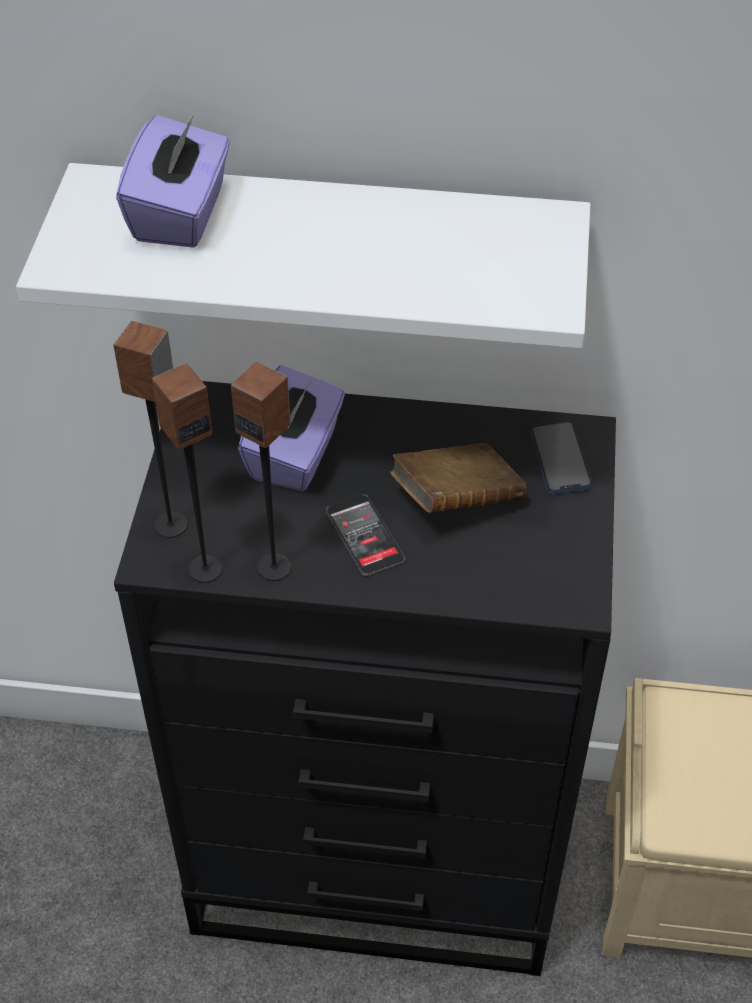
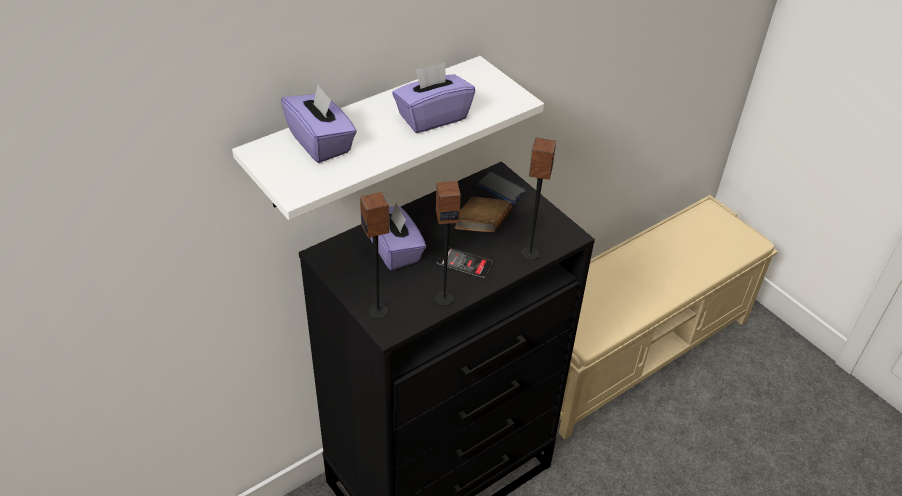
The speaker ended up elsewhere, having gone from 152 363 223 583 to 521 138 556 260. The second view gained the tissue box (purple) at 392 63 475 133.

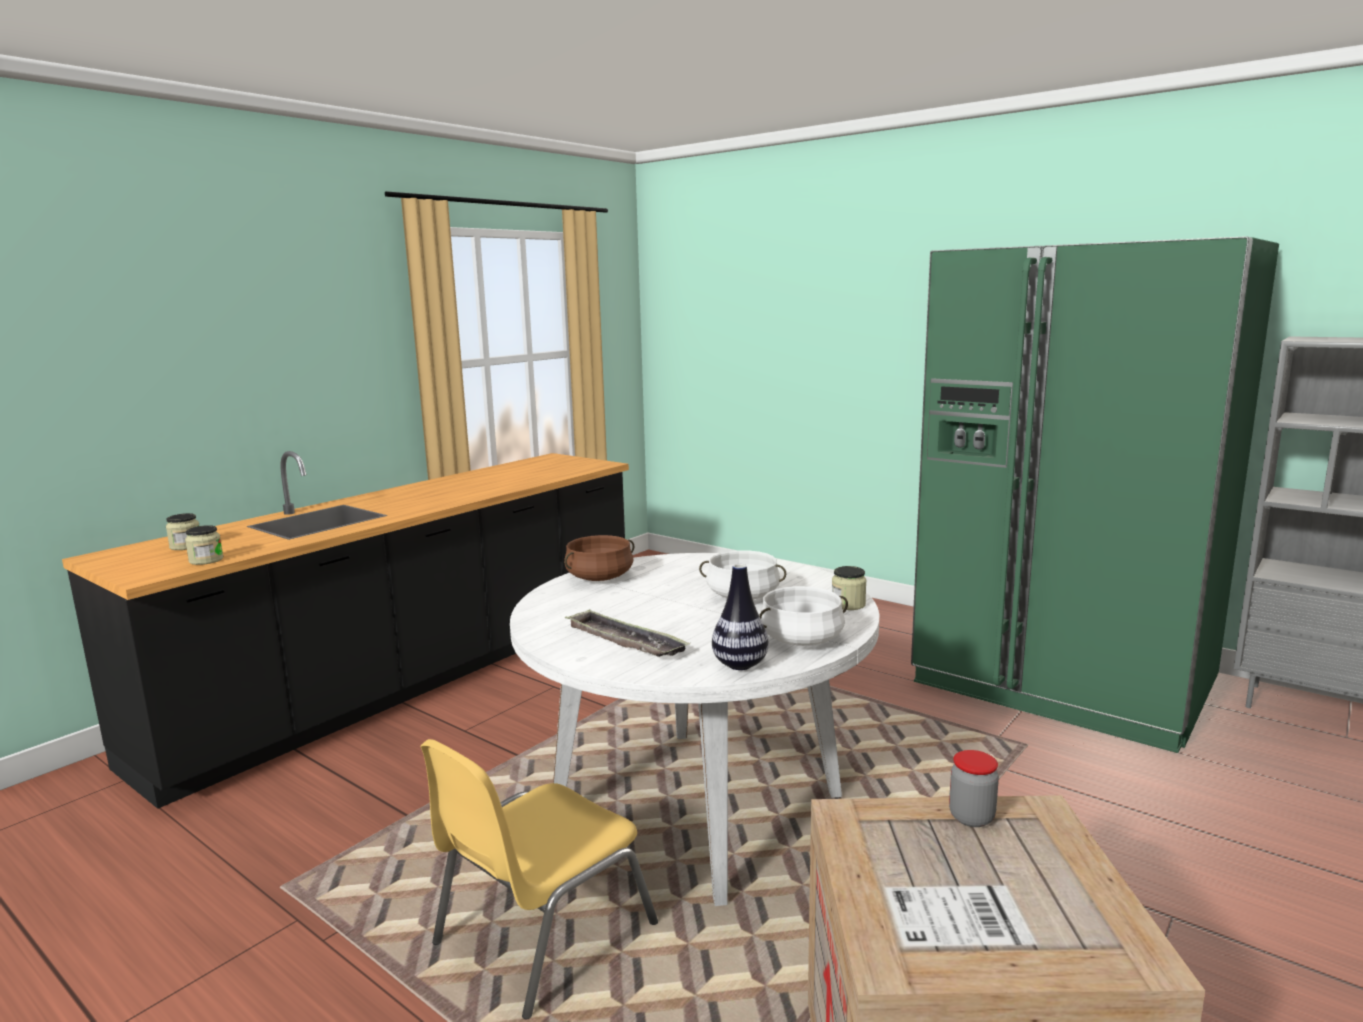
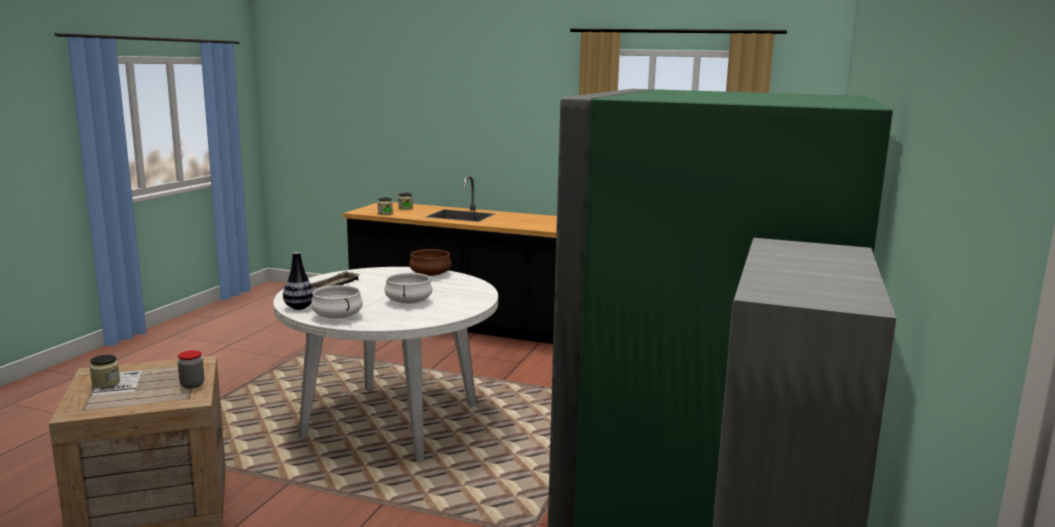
The jar ended up elsewhere, having gone from 832 566 867 610 to 90 355 120 388. The second view lost the chair (yellow) at 421 739 658 1020.

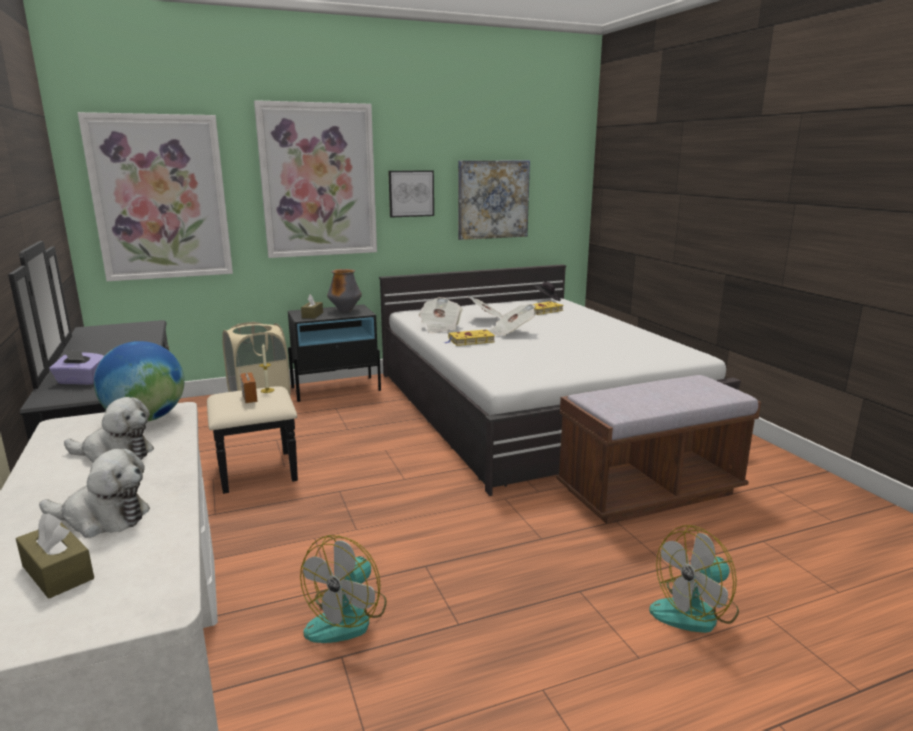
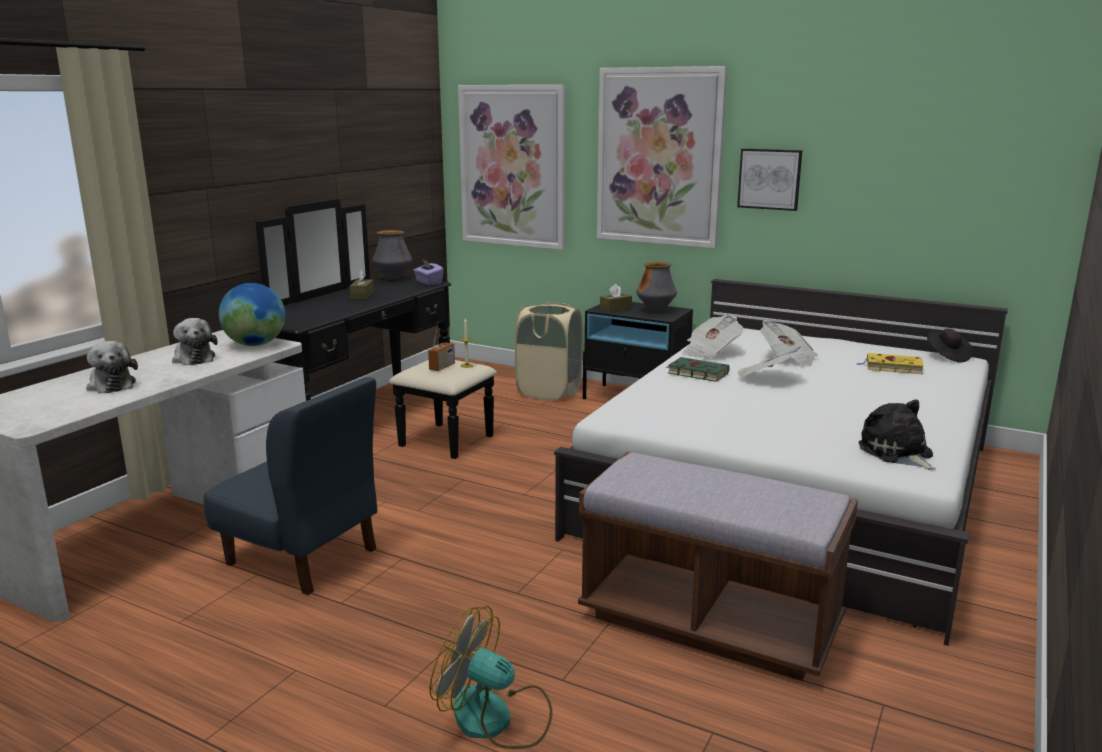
The second view lost the picture at 458 160 530 240. What was the book (yellow) at 444 330 495 346 turned into the book (green) at 666 357 729 382. The tissue box (purple) ended up elsewhere, having gone from 49 350 104 385 to 413 259 444 285. The tissue box (brown) ended up elsewhere, having gone from 16 513 94 599 to 349 270 374 299. Where the fan stood at 300 535 387 643, the chair (blue) came to stand at 204 377 377 595. The second view gained the vase at 372 230 412 280. The second view gained the plush toy at 858 400 936 471.

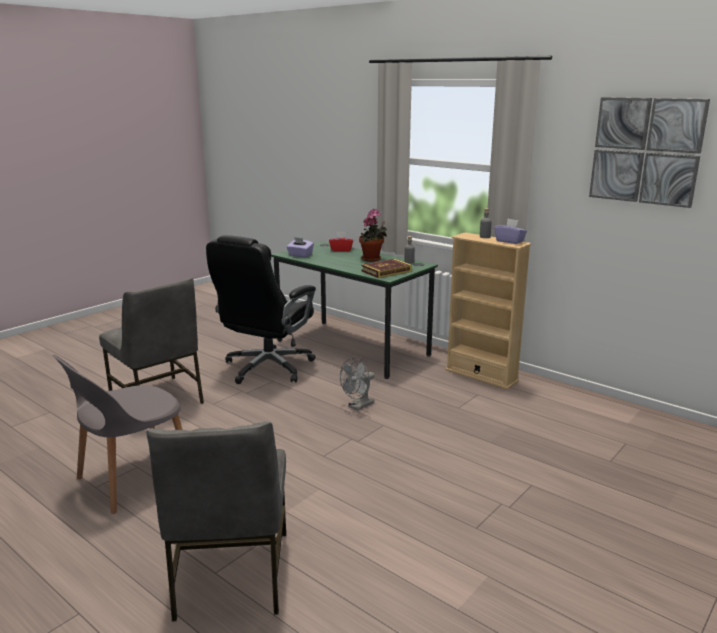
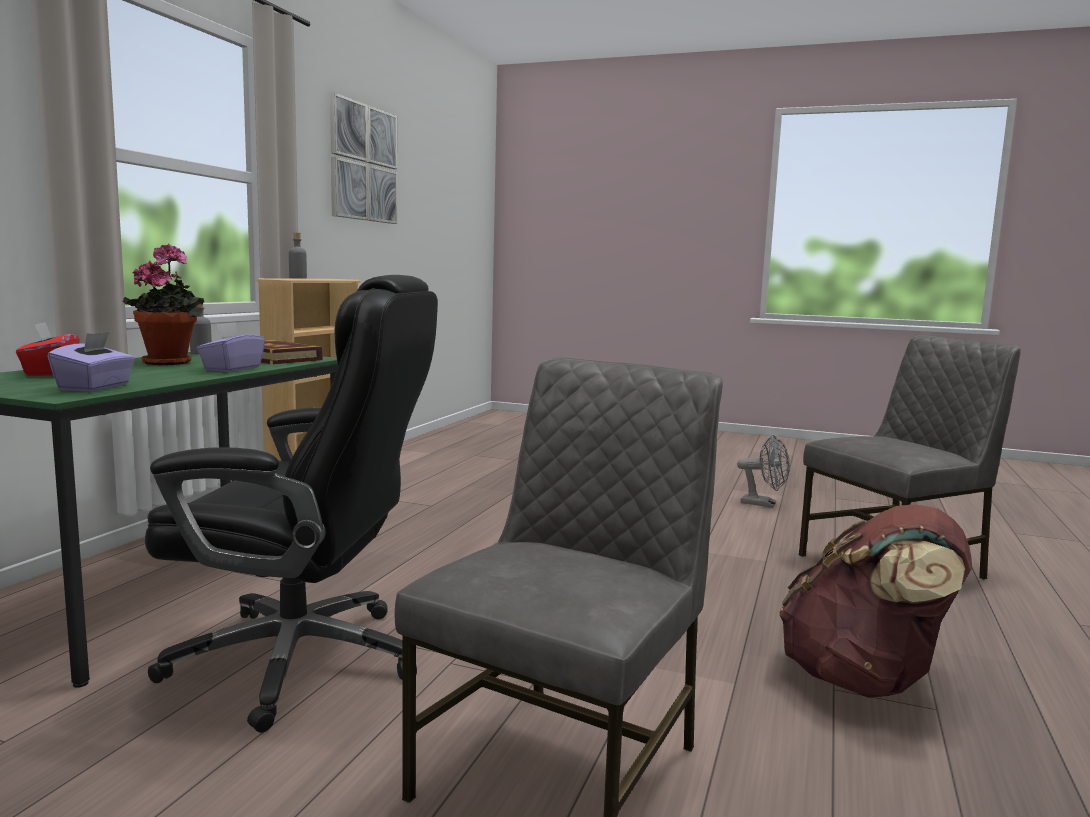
The tissue box (purple) ended up elsewhere, having gone from 494 219 527 244 to 197 322 265 372. Where the chair (grey) stood at 52 354 183 514, the backpack (brown) came to stand at 779 504 972 698. The fan (grey) ended up elsewhere, having gone from 340 358 375 411 to 737 435 790 508.

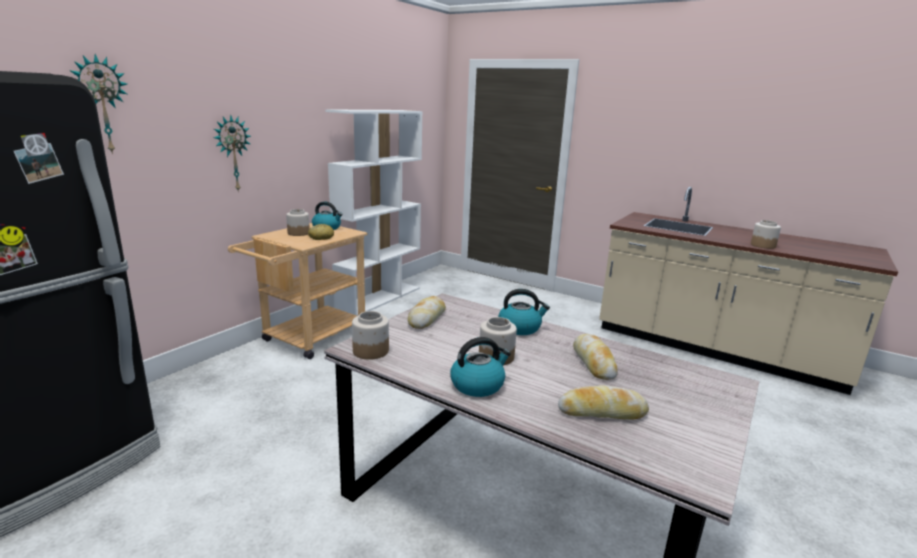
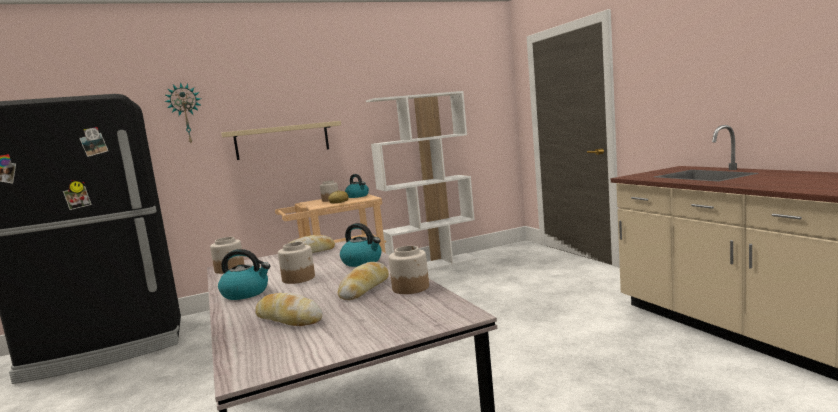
Where the wall clock hung at 214 115 251 192, the shelf (beige) came to hang at 221 121 341 160. The jar ended up elsewhere, having gone from 751 220 781 249 to 389 246 429 294.

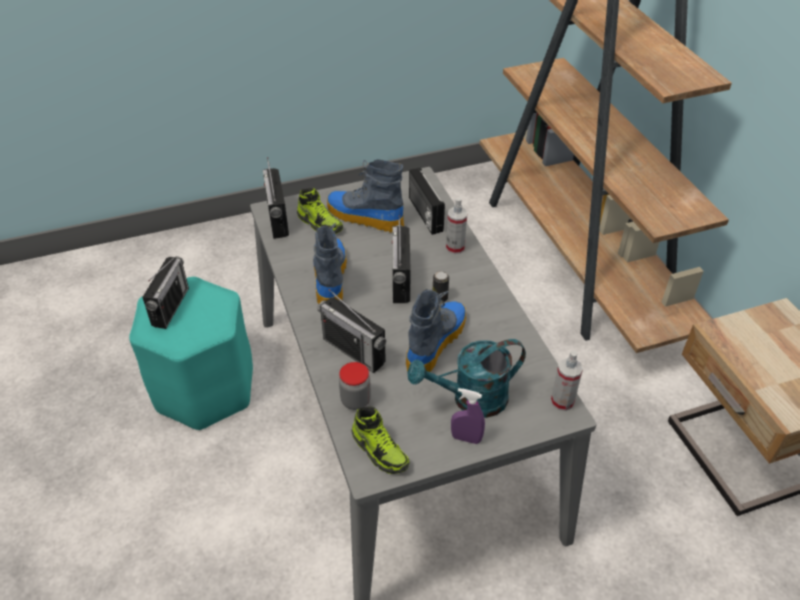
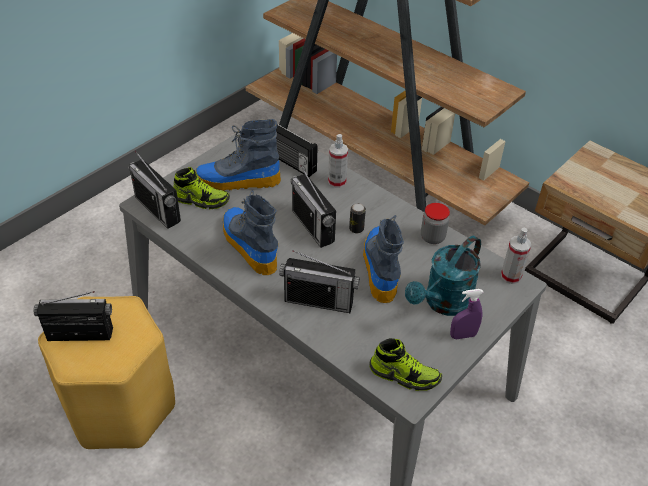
The radio at 142 256 189 329 ended up facing another way, 75 degrees counterclockwise from before. What was the stool (turquoise) at 129 277 253 430 turned into the stool (yellow) at 38 296 175 449. The jar ended up elsewhere, having gone from 339 362 371 410 to 421 203 450 244.

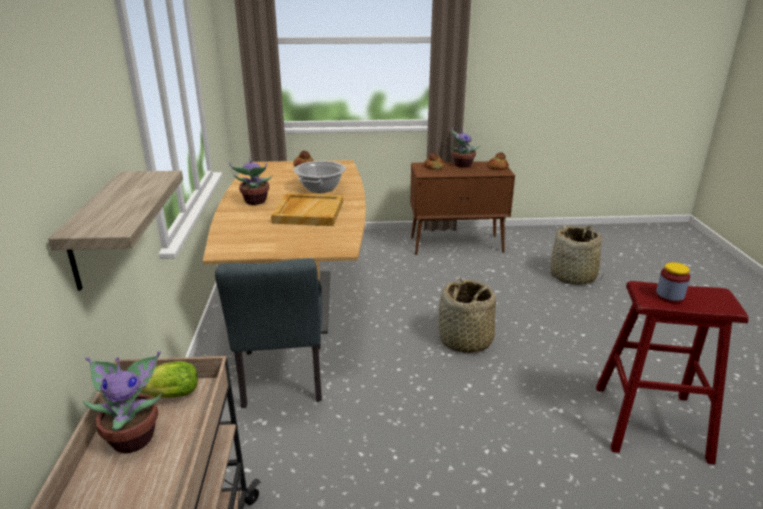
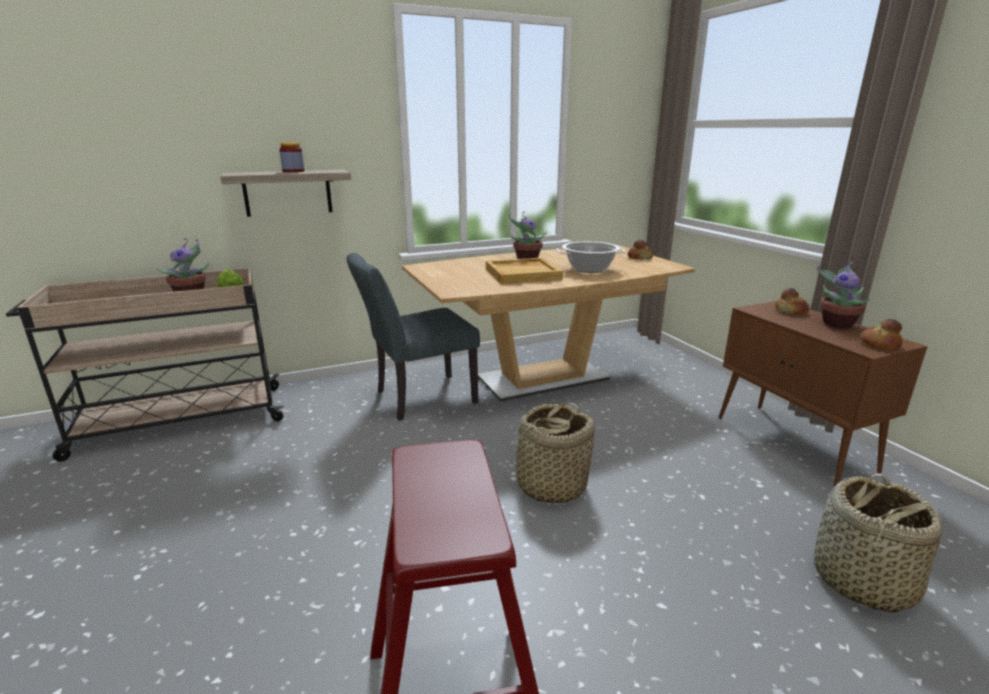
The jar ended up elsewhere, having gone from 656 262 690 303 to 279 143 305 172.

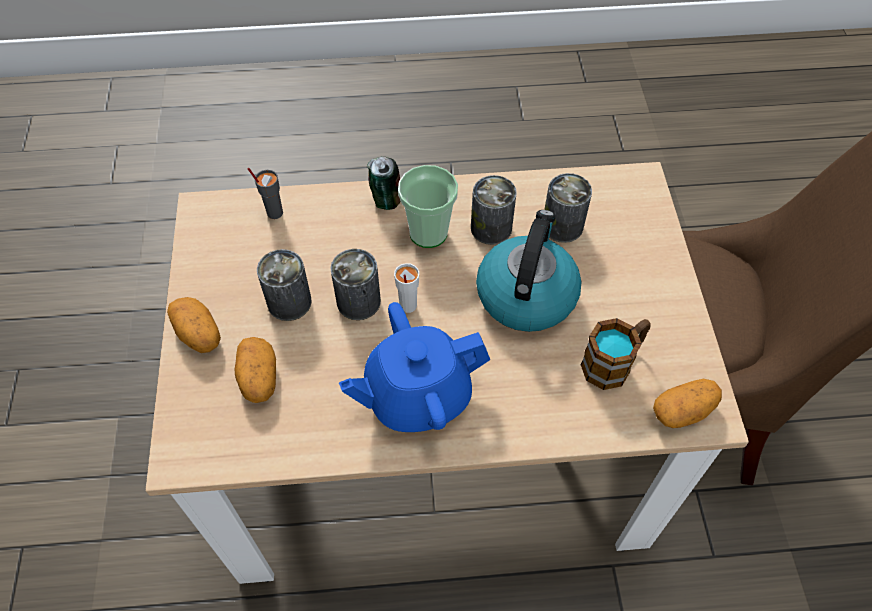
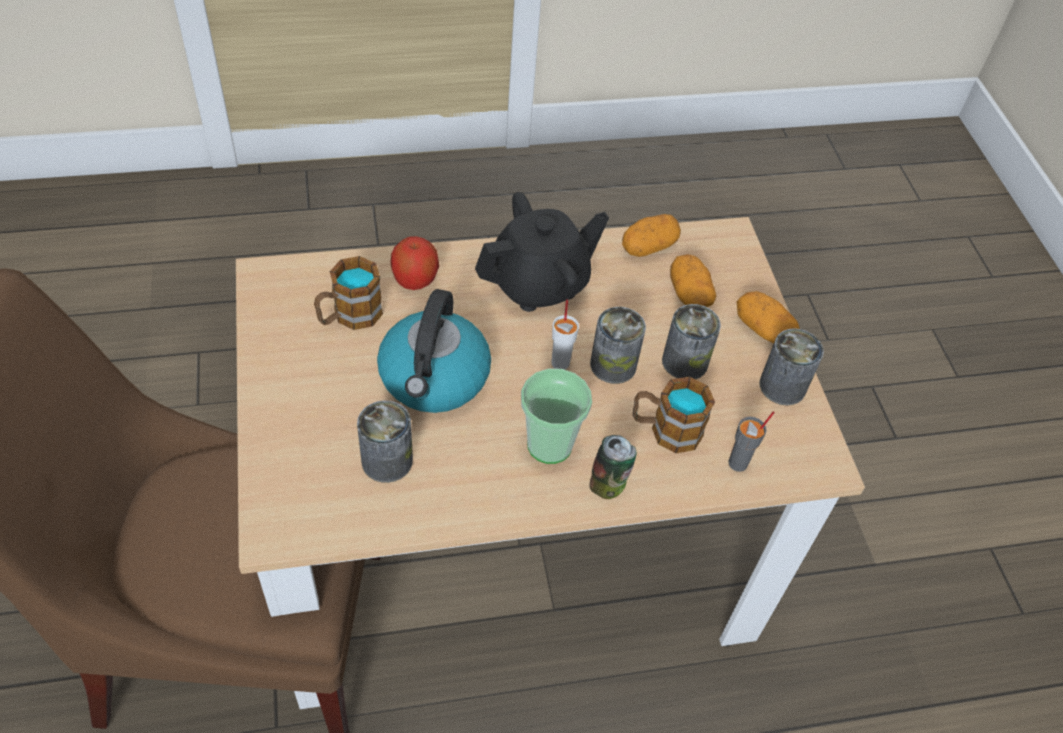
The can ended up elsewhere, having gone from 471 175 517 245 to 759 328 824 405. What was the teapot (blue) at 339 302 490 432 turned into the teapot (black) at 475 192 609 312. The potato ended up elsewhere, having gone from 653 379 722 428 to 622 214 681 257. The second view gained the apple at 390 236 439 290. The second view gained the mug at 633 376 715 453.

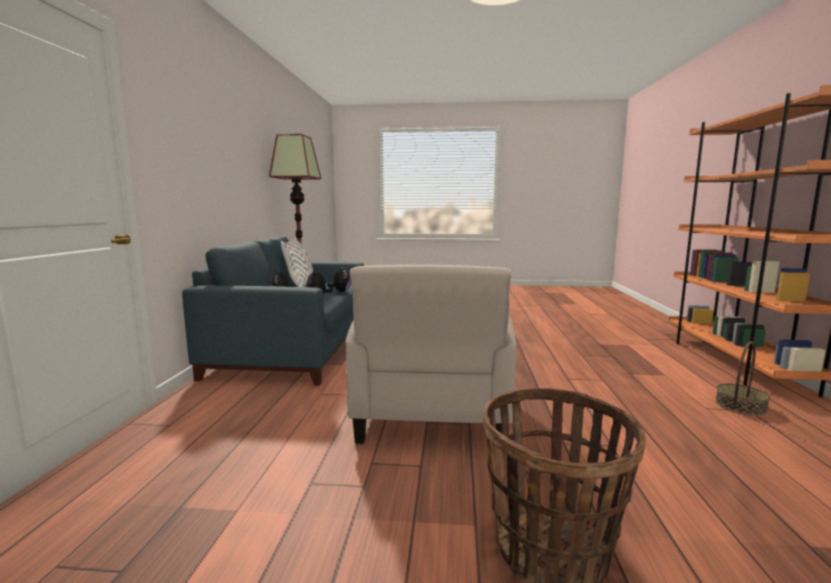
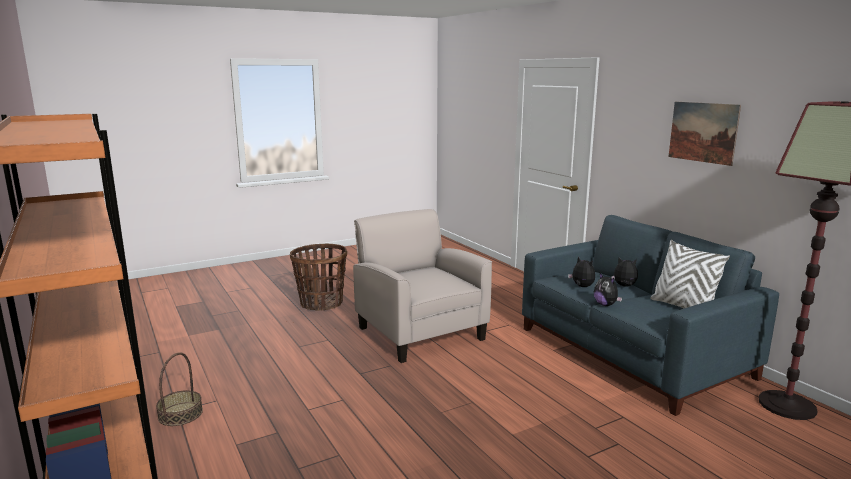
The second view gained the picture at 669 102 741 166.

